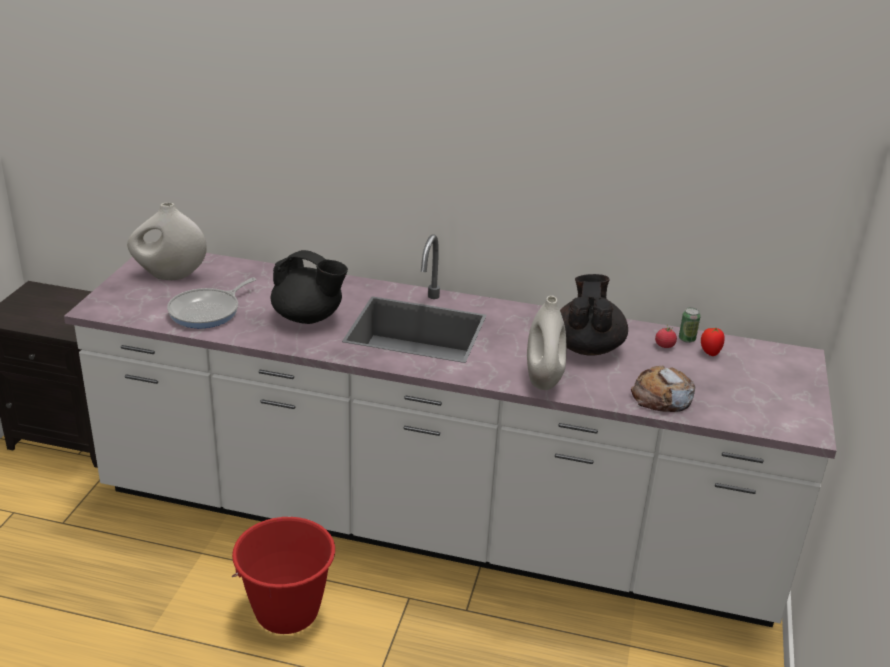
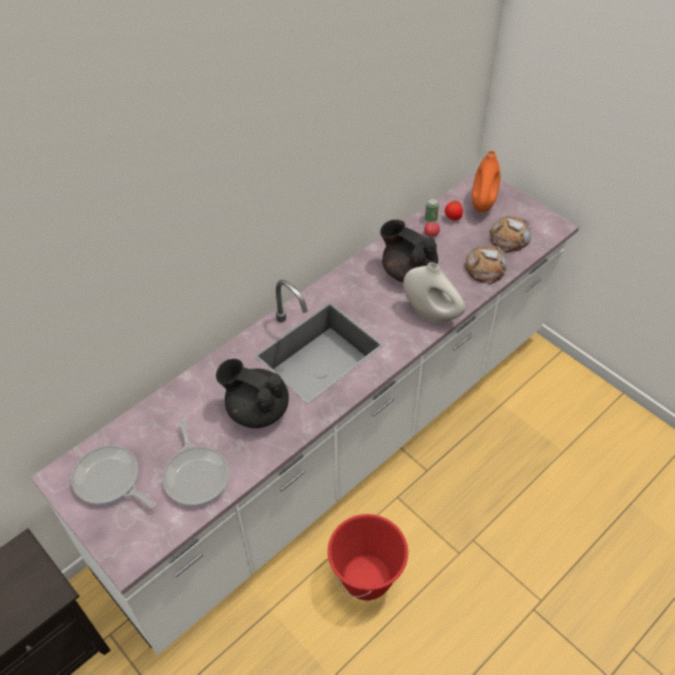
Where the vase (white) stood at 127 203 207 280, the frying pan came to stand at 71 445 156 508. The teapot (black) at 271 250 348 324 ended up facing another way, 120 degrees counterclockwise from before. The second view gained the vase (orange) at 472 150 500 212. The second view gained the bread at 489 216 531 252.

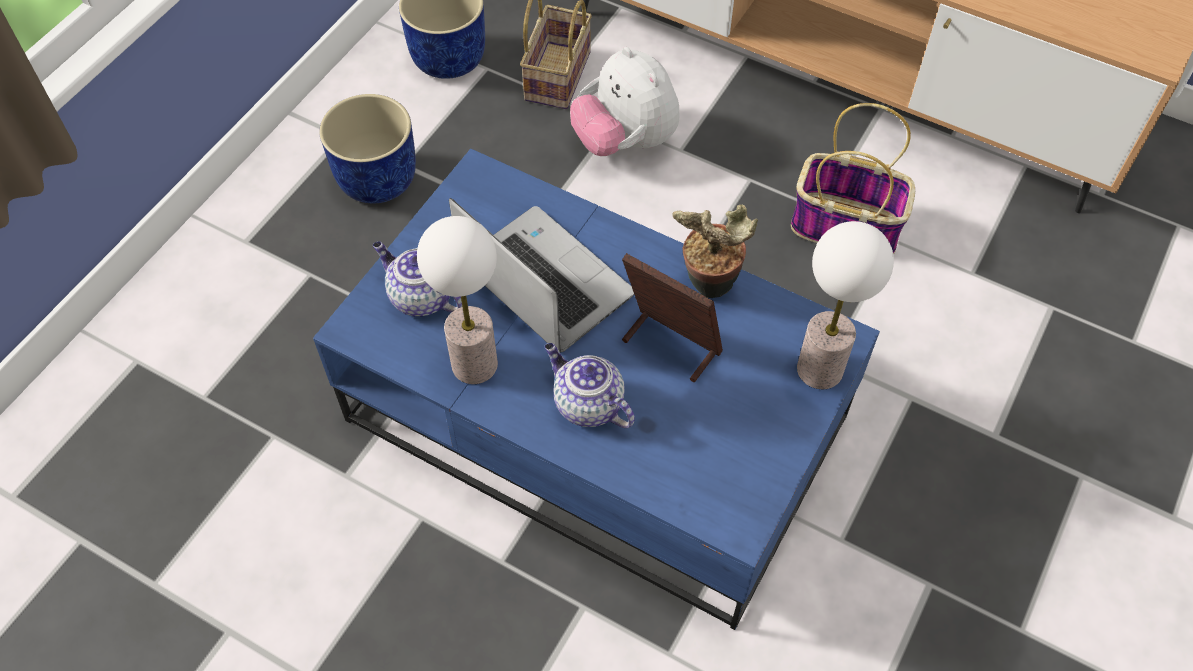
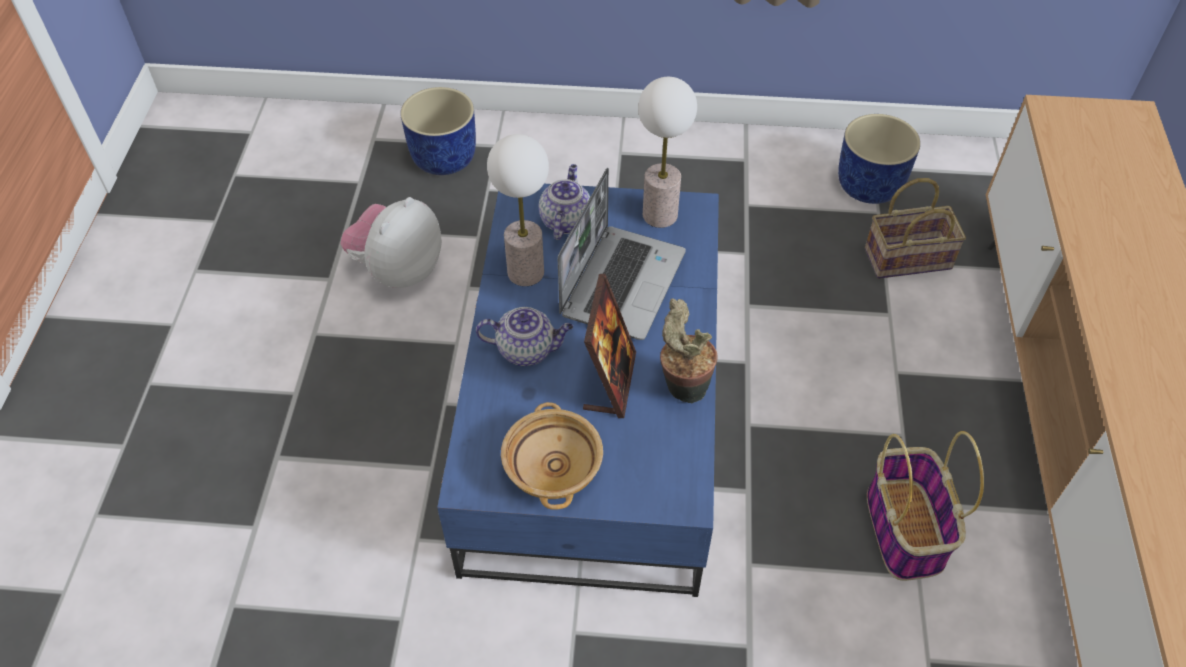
The plush toy ended up elsewhere, having gone from 570 47 680 156 to 340 197 442 288. The planter (blue) ended up elsewhere, having gone from 319 94 416 204 to 400 87 476 175. The table lamp ended up elsewhere, having gone from 797 221 894 389 to 638 77 697 228. The teapot at 544 343 635 428 ended up facing another way, 75 degrees clockwise from before. The second view gained the bowl (beige) at 501 402 603 510.

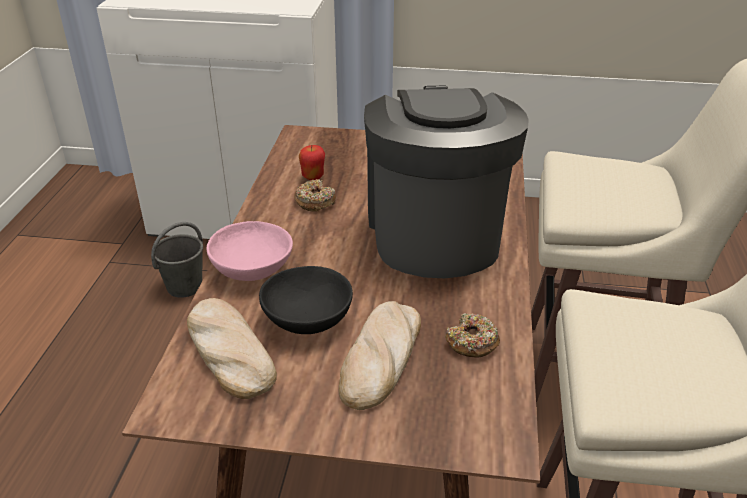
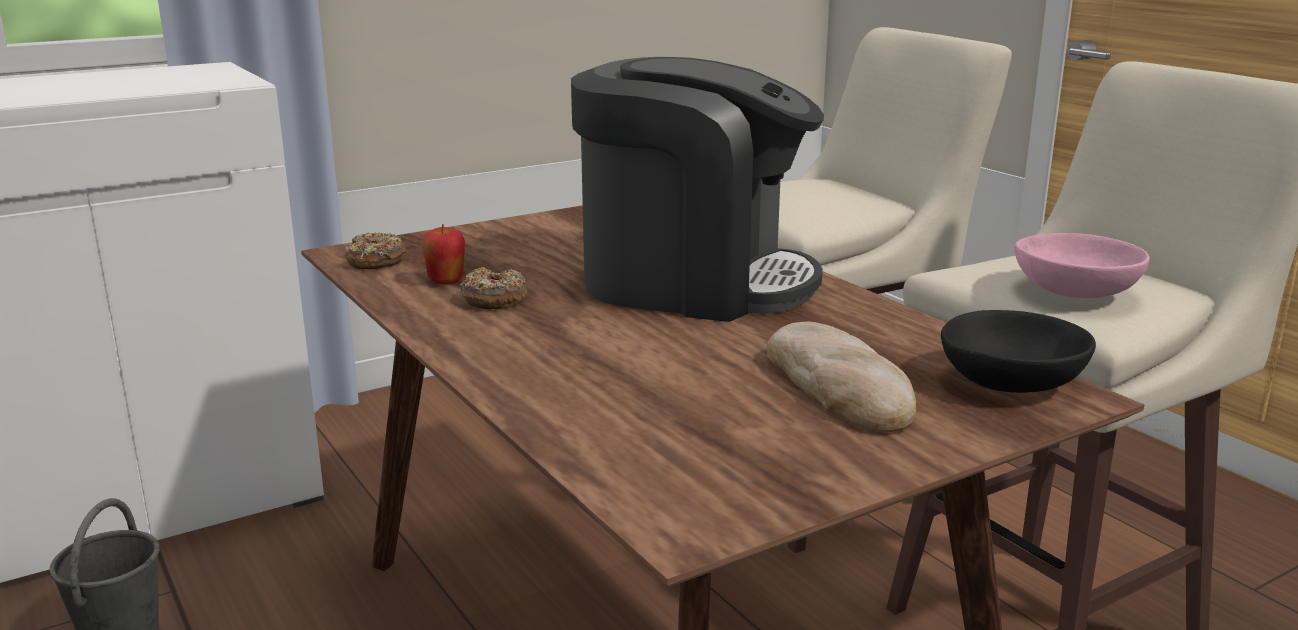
The coffee machine at 364 86 529 278 ended up facing another way, 150 degrees clockwise from before. The bowl (pink) ended up elsewhere, having gone from 206 221 293 281 to 1015 233 1150 298. The bowl (black) ended up elsewhere, having gone from 259 266 353 334 to 941 310 1096 393. The second view lost the bread at 187 298 277 399. The donut ended up elsewhere, having gone from 445 313 500 358 to 345 232 407 269.

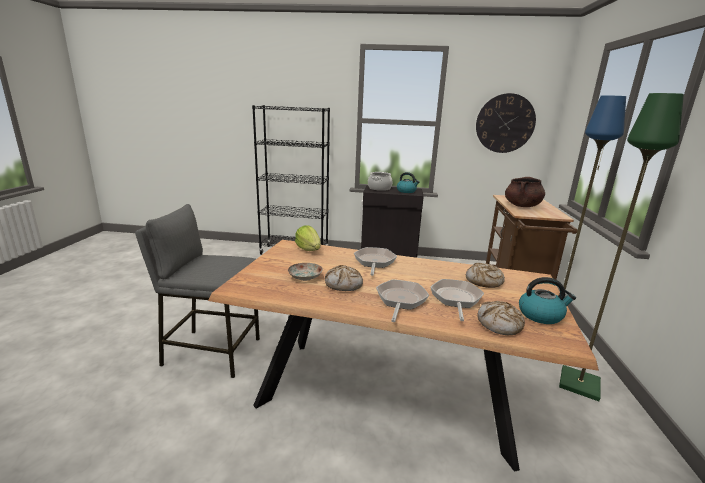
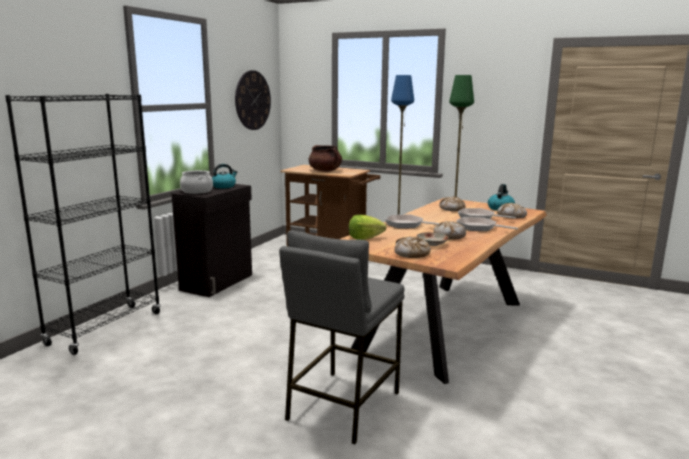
The second view gained the bread at 395 236 431 258.

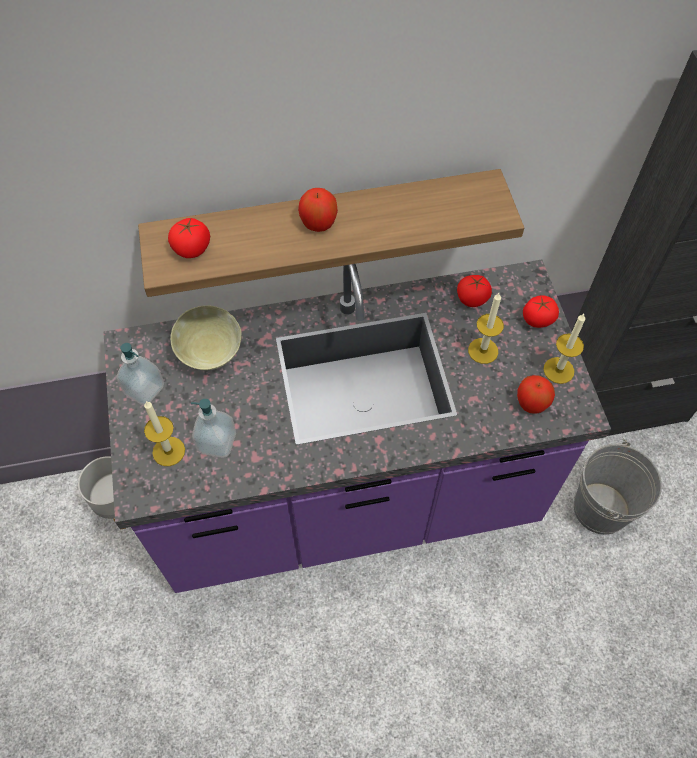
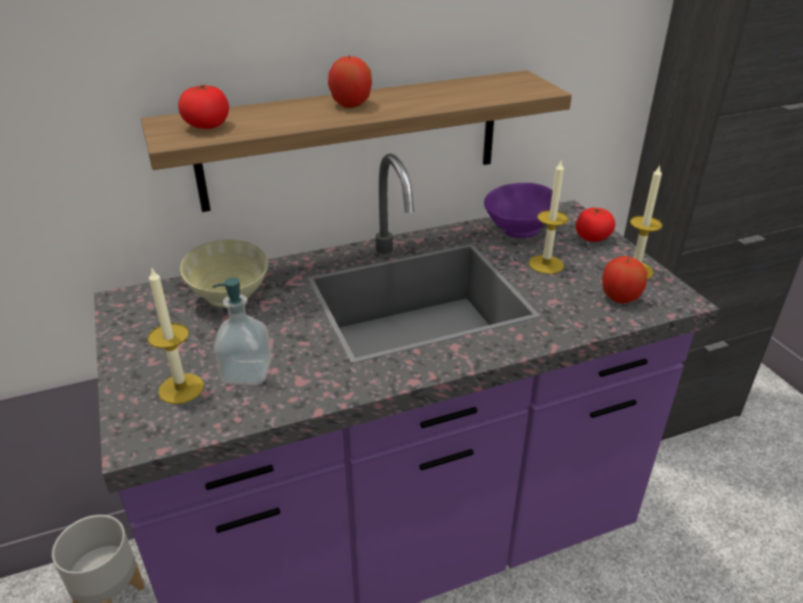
Where the tomato stood at 457 275 492 307, the bowl (purple) came to stand at 484 183 553 238. The second view lost the soap dispenser at 116 343 164 405. The second view lost the bucket (grey) at 574 439 662 535.

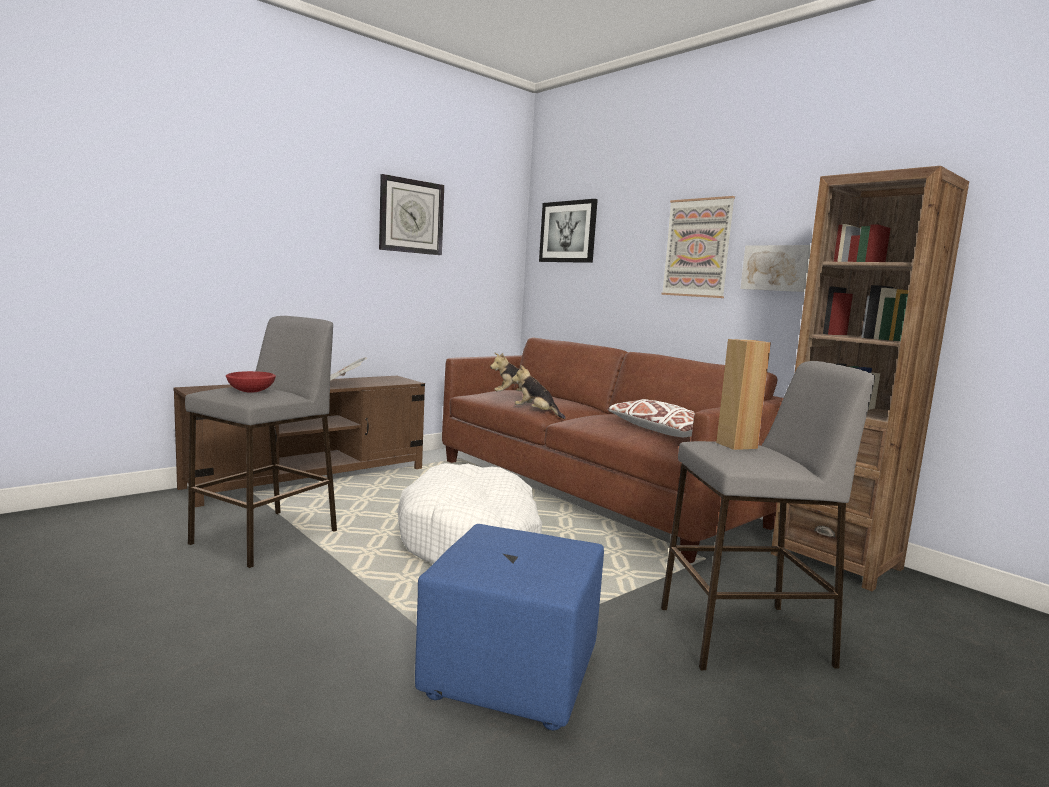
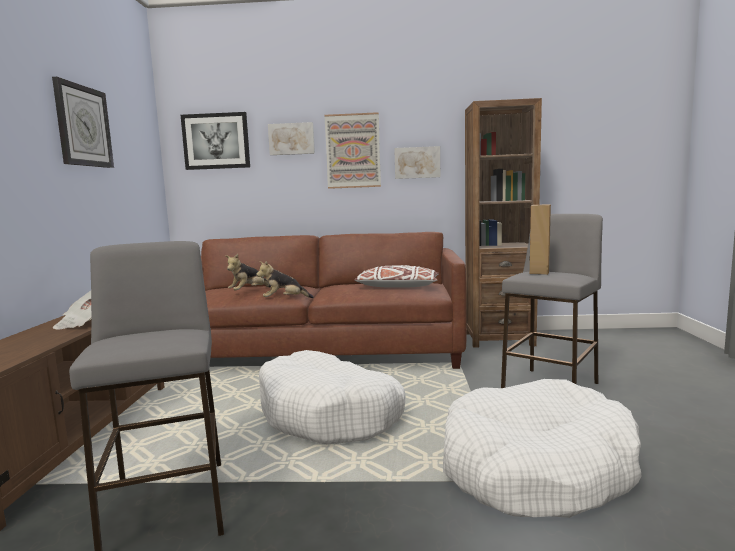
The second view lost the bowl (red) at 226 371 276 393. Where the ottoman (blue) stood at 415 524 604 730, the dog bed (white) came to stand at 443 379 641 518. The second view gained the picture at 268 122 315 155.

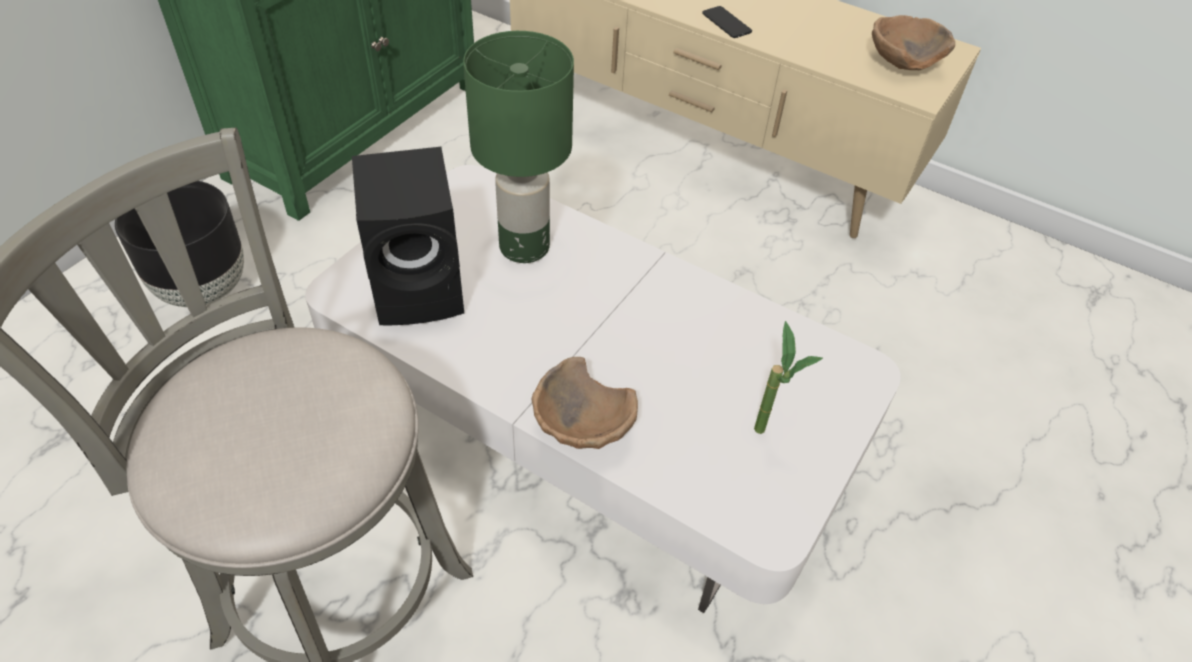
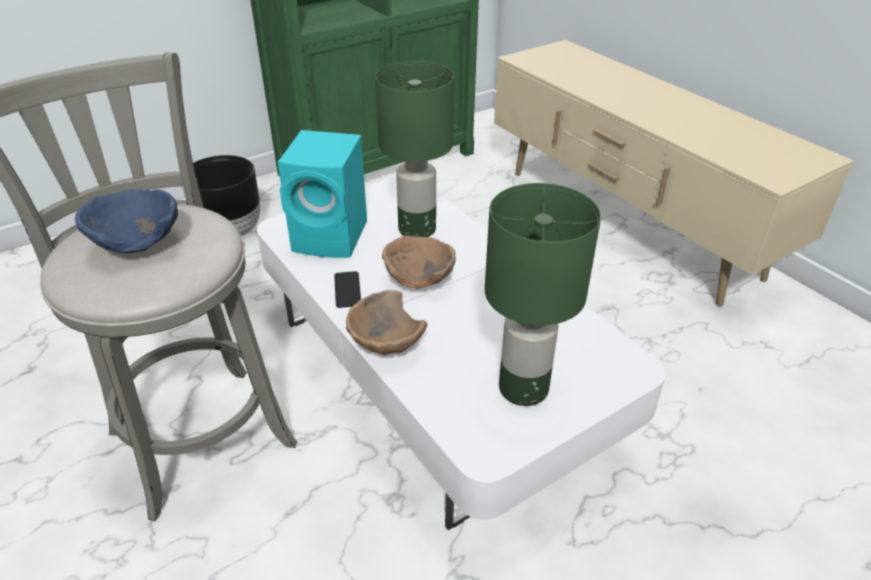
The phone ended up elsewhere, having gone from 702 6 752 38 to 334 271 361 308. The bowl (brown) ended up elsewhere, having gone from 872 15 955 70 to 382 235 456 289. What was the speaker (black) at 352 147 464 325 turned into the speaker (turquoise) at 278 130 367 258. Where the potted plant stood at 754 321 823 434, the table lamp (green) came to stand at 485 183 601 406. The second view gained the bowl (blue) at 75 189 178 253.

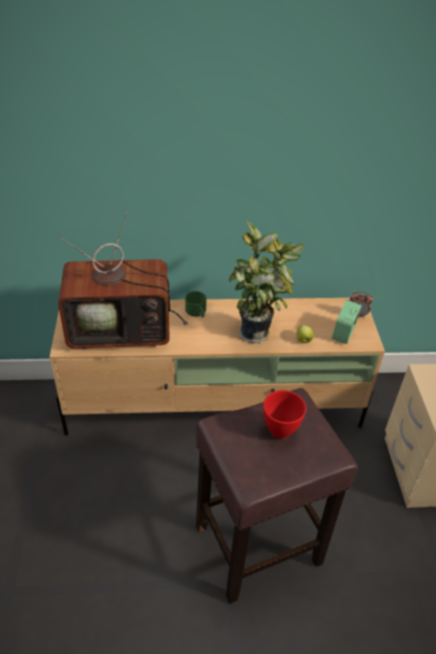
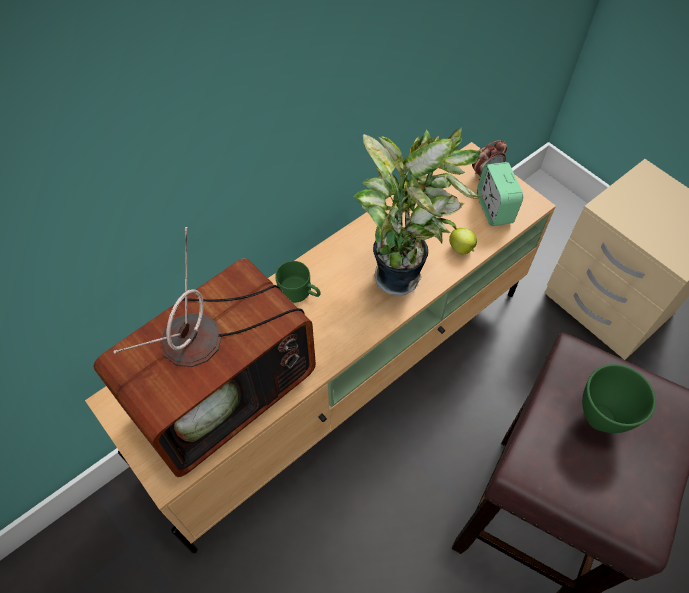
What was the bowl (red) at 263 390 306 439 turned into the bowl (green) at 582 364 656 433.

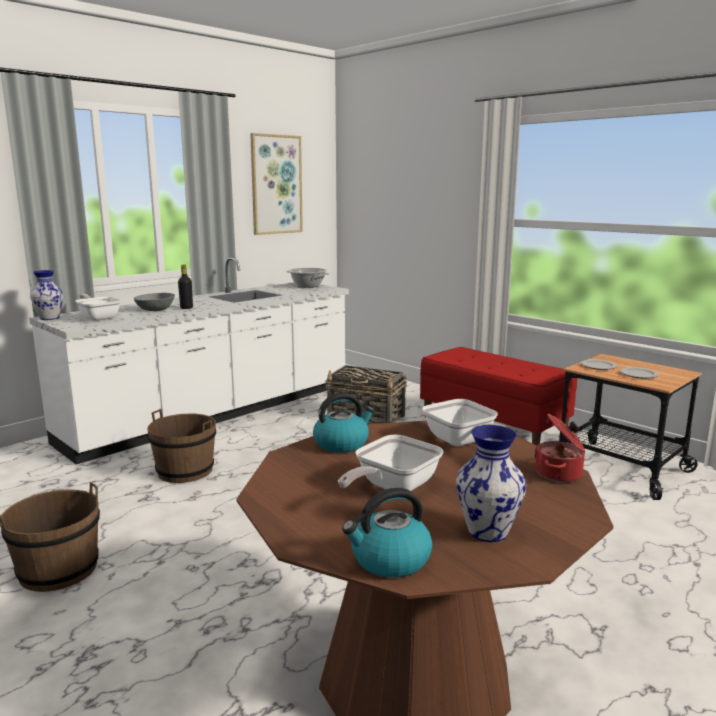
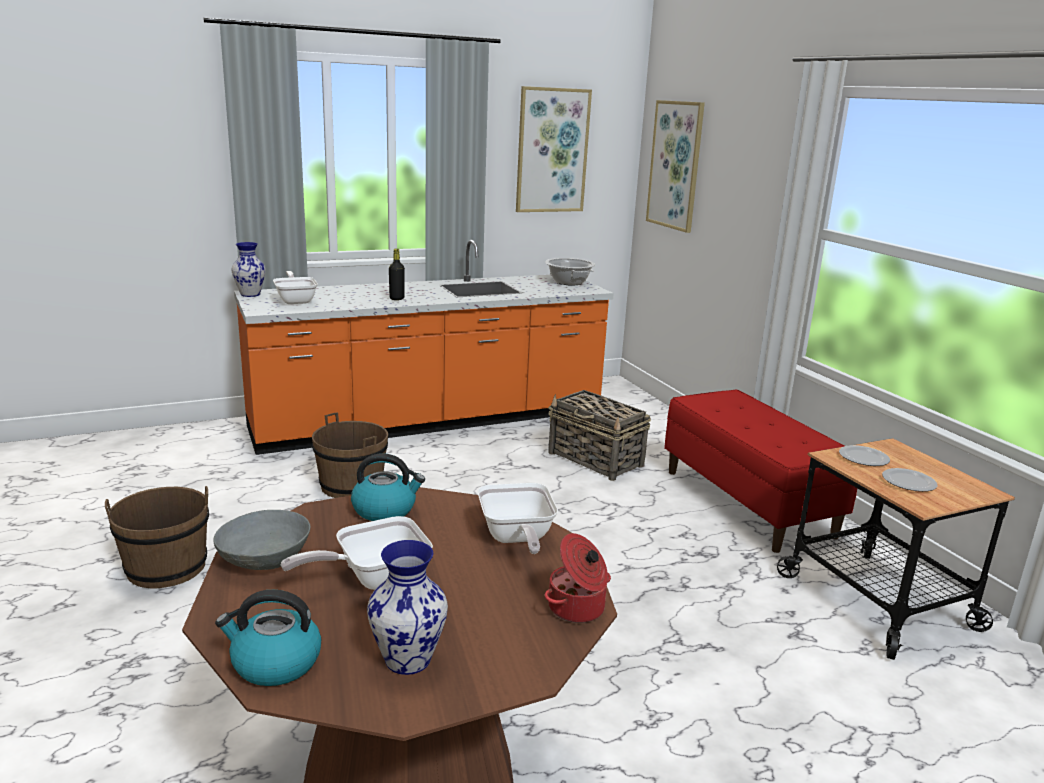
What was the counter (white) at 29 257 349 465 turned into the counter (orange) at 234 240 614 455. The bowl (grey) ended up elsewhere, having gone from 134 293 175 311 to 213 510 310 570. The second view gained the picture at 646 100 705 233.

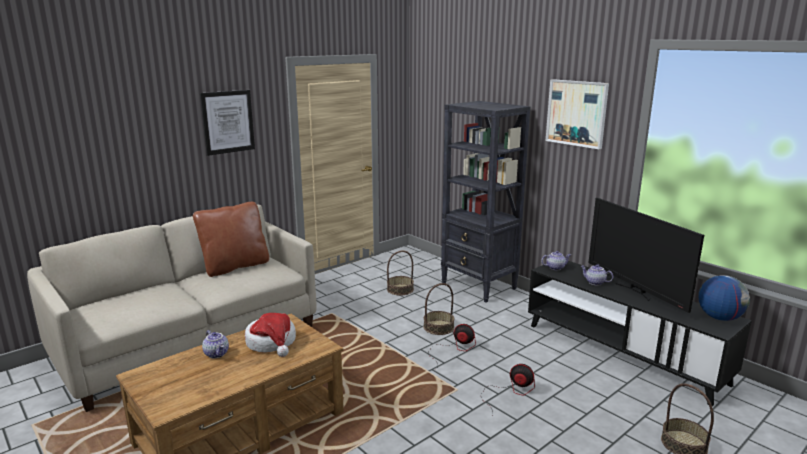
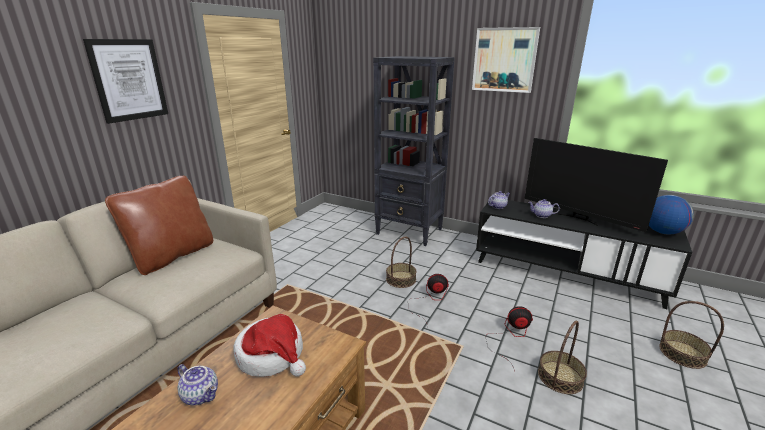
The basket ended up elsewhere, having gone from 387 251 414 296 to 538 321 587 394.

